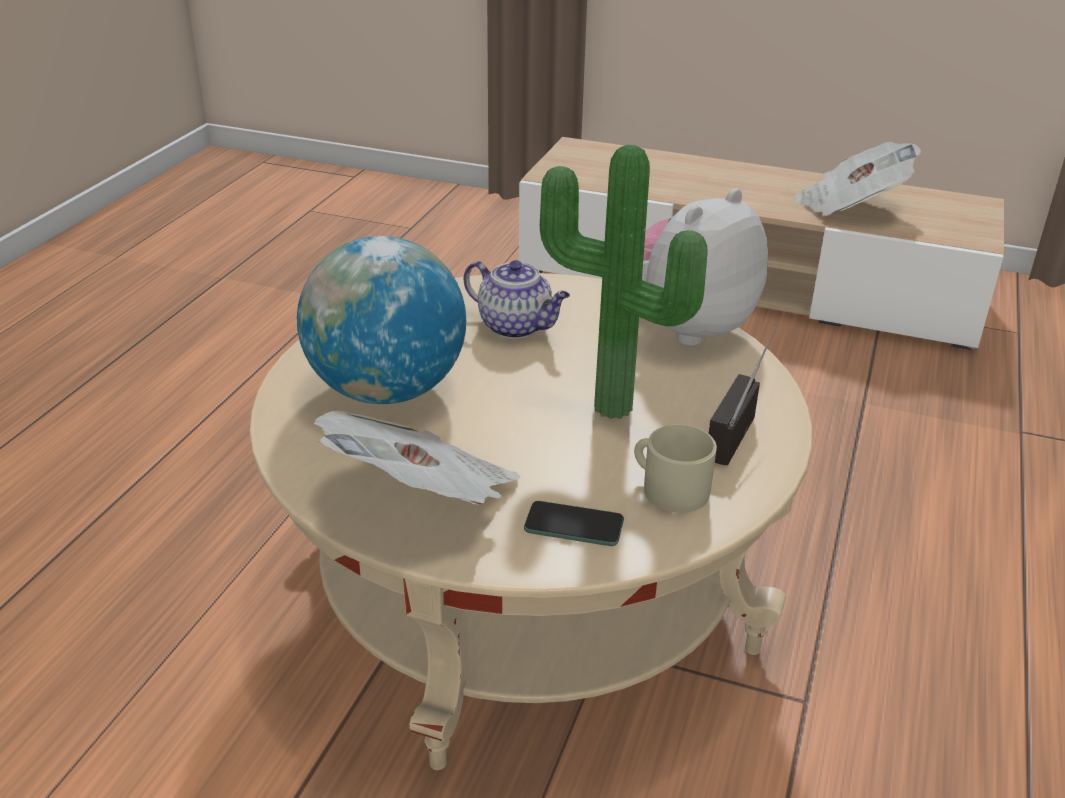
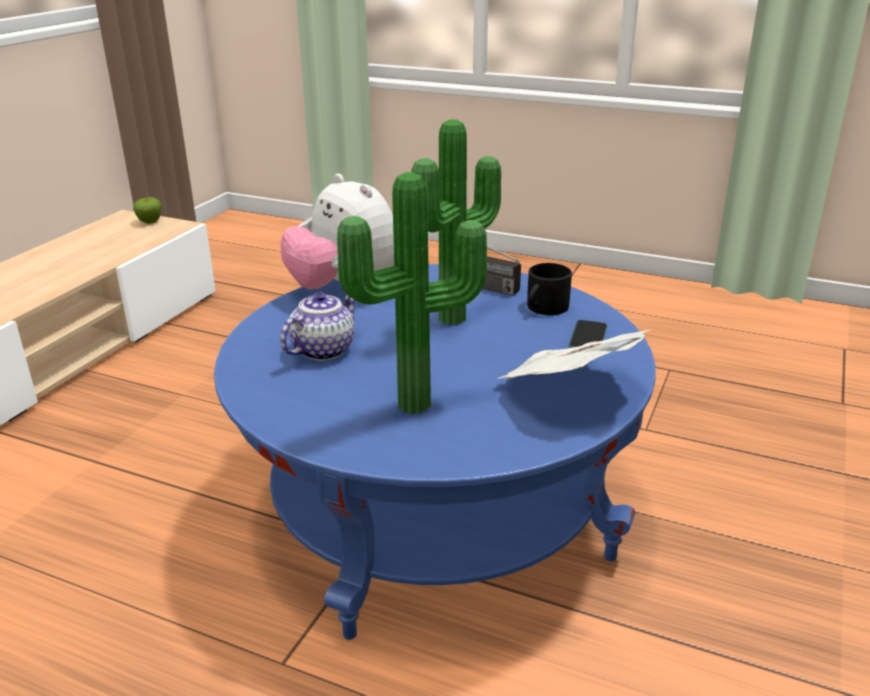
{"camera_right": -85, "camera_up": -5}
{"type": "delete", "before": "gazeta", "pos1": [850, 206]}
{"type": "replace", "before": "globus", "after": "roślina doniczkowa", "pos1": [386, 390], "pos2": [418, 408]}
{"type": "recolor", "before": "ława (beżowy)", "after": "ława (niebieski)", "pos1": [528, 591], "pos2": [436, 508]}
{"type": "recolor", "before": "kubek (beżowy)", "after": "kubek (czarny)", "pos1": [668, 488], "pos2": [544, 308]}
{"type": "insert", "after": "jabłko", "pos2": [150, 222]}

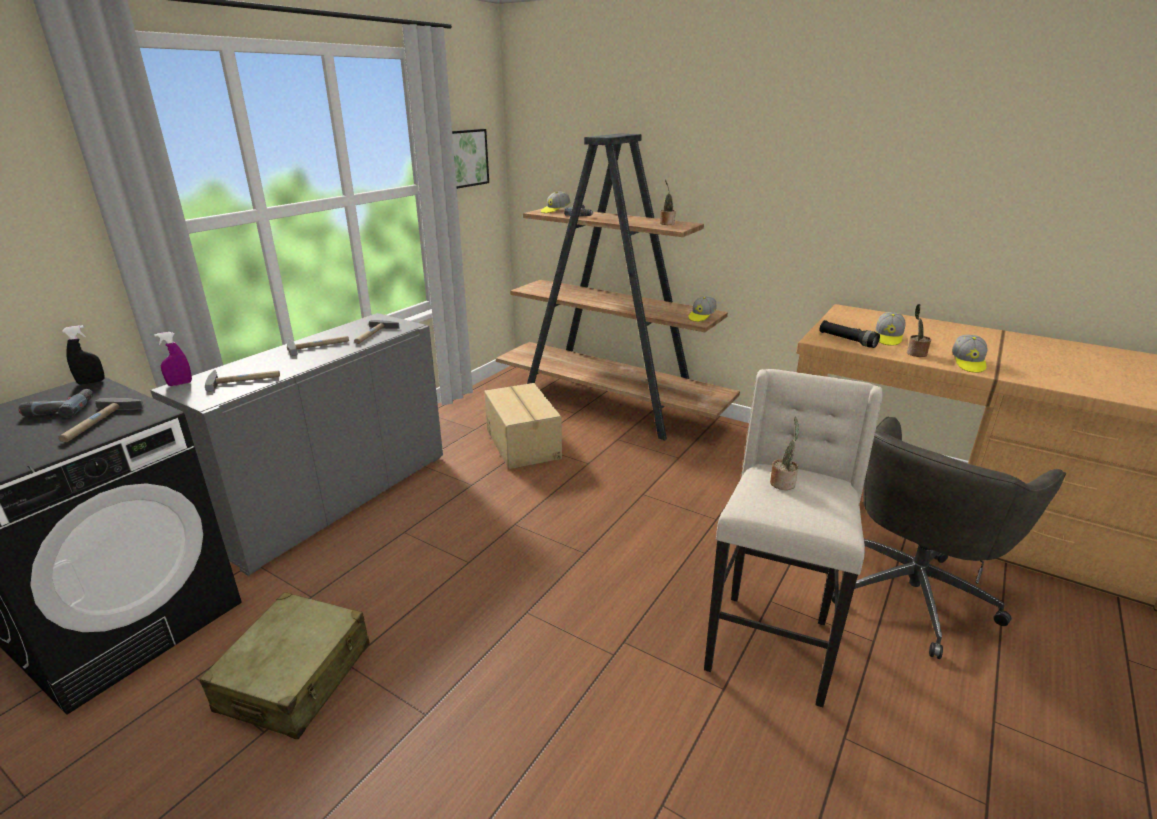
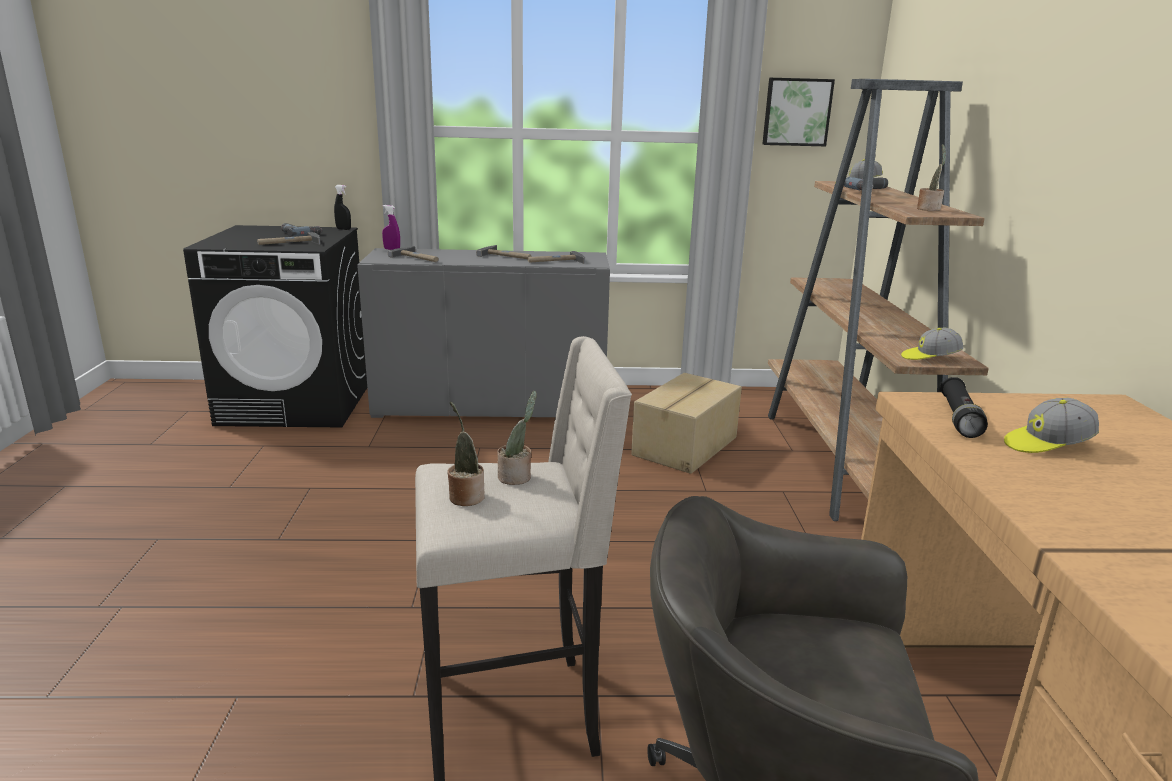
{"camera_right": 55, "camera_up": -5}
{"type": "move", "before": "roślina doniczkowa", "pos1": [915, 353], "pos2": [465, 496]}
{"type": "delete", "before": "czapka z daszkiem", "pos1": [967, 363]}
{"type": "delete", "before": "walizka (beżowy)", "pos1": [296, 677]}

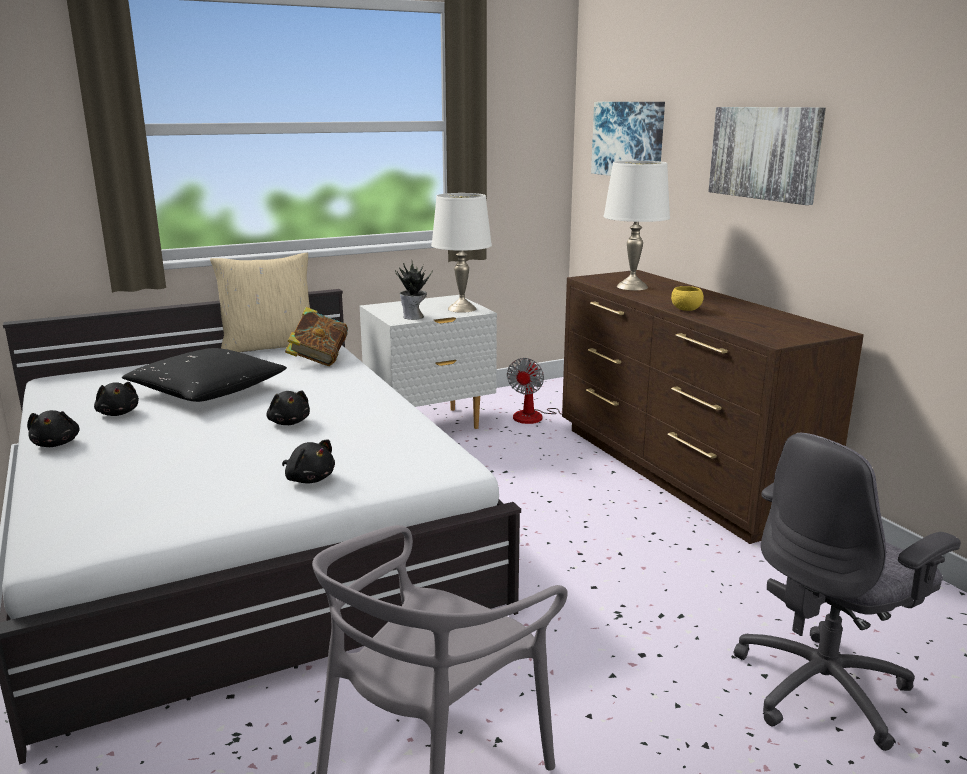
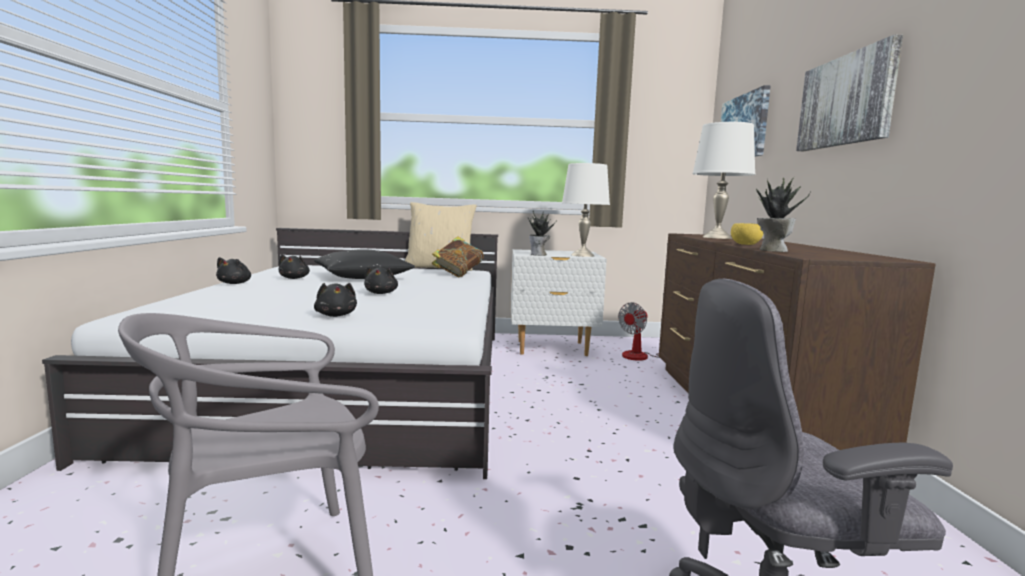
{"camera_right": 25, "camera_up": -10}
{"type": "insert", "after": "roślina doniczkowa", "pos2": [772, 250]}

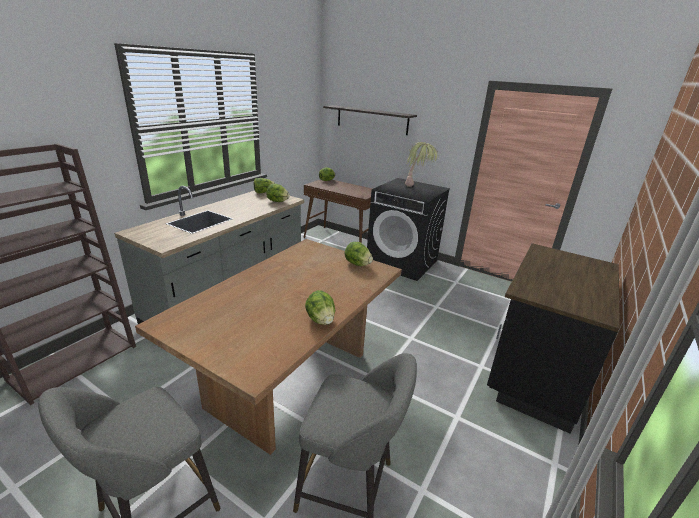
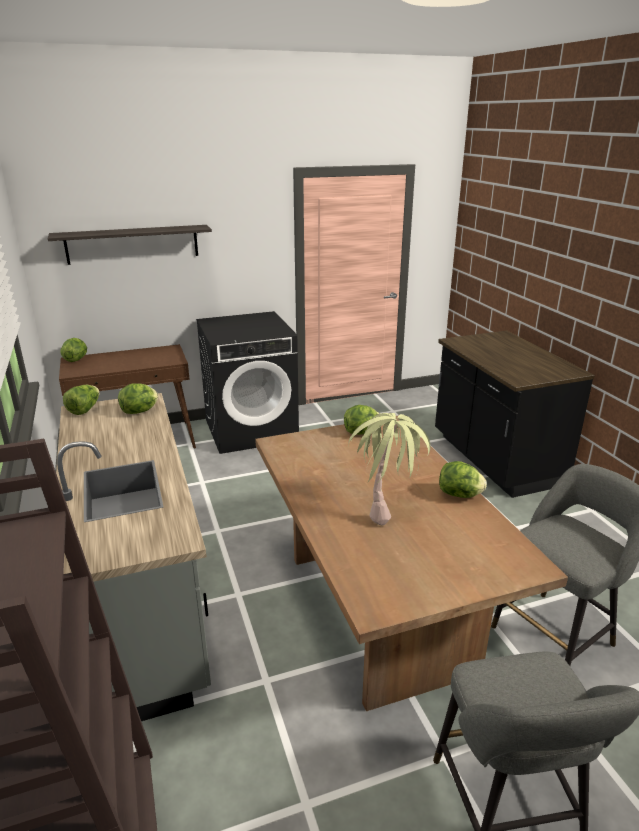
{"camera_right": -50, "camera_up": 0}
{"type": "move", "before": "roślina doniczkowa", "pos1": [418, 185], "pos2": [387, 508]}

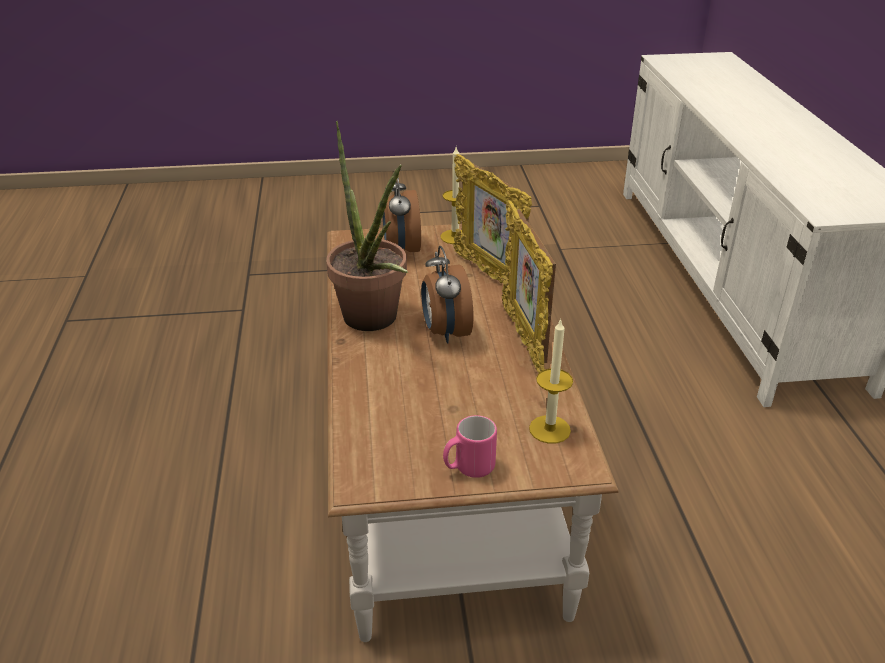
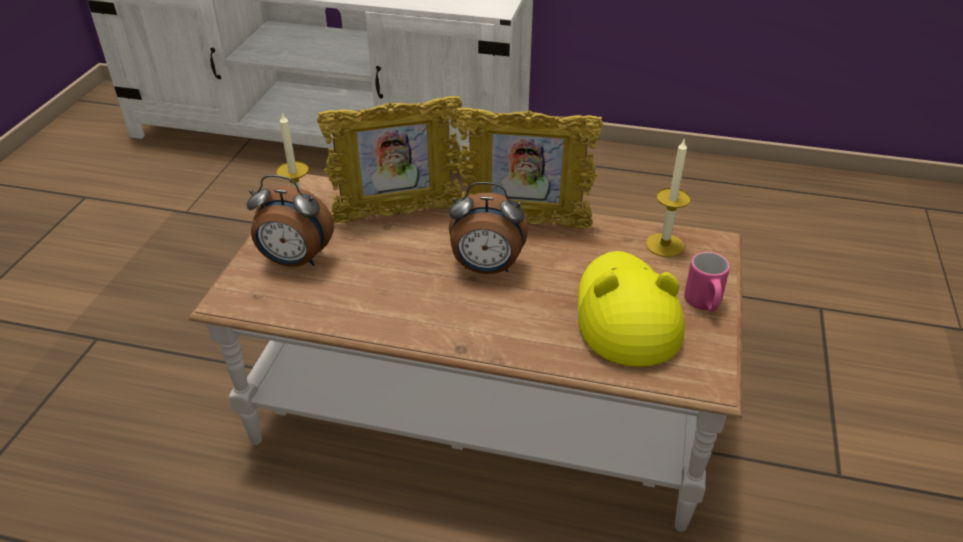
{"camera_right": -70, "camera_up": 5}
{"type": "delete", "before": "roślina doniczkowa", "pos1": [374, 323]}
{"type": "insert", "after": "kapelusz (żółty)", "pos2": [625, 314]}

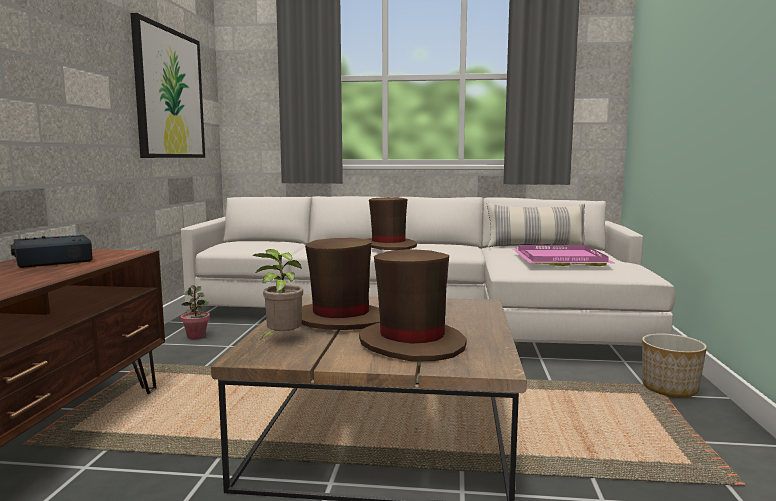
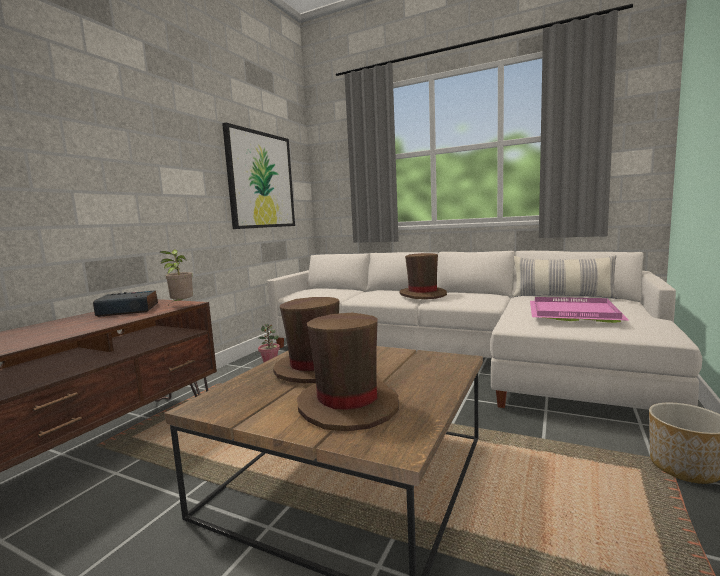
{"camera_right": 20, "camera_up": 0}
{"type": "move", "before": "roślina doniczkowa", "pos1": [281, 340], "pos2": [181, 306]}

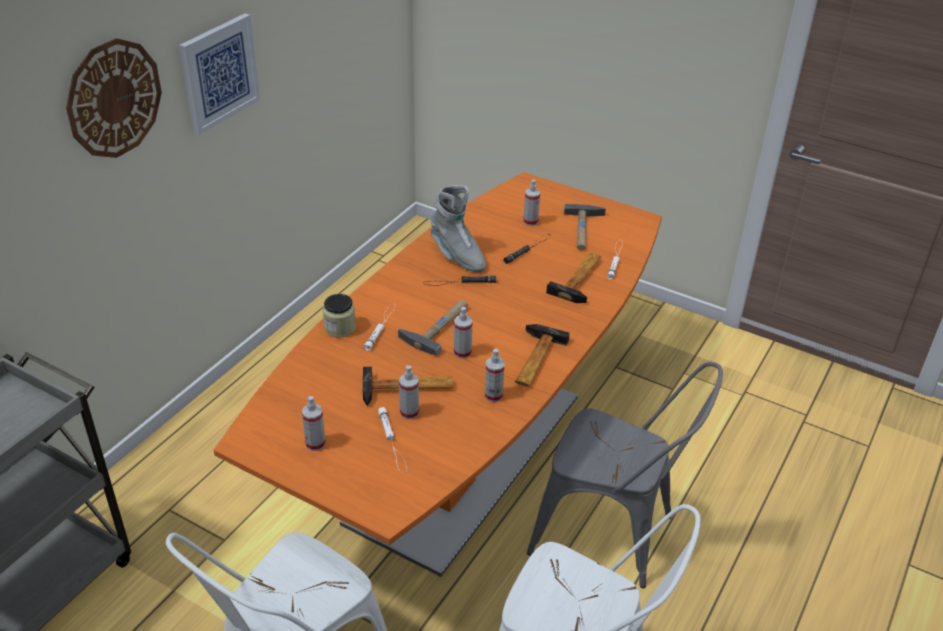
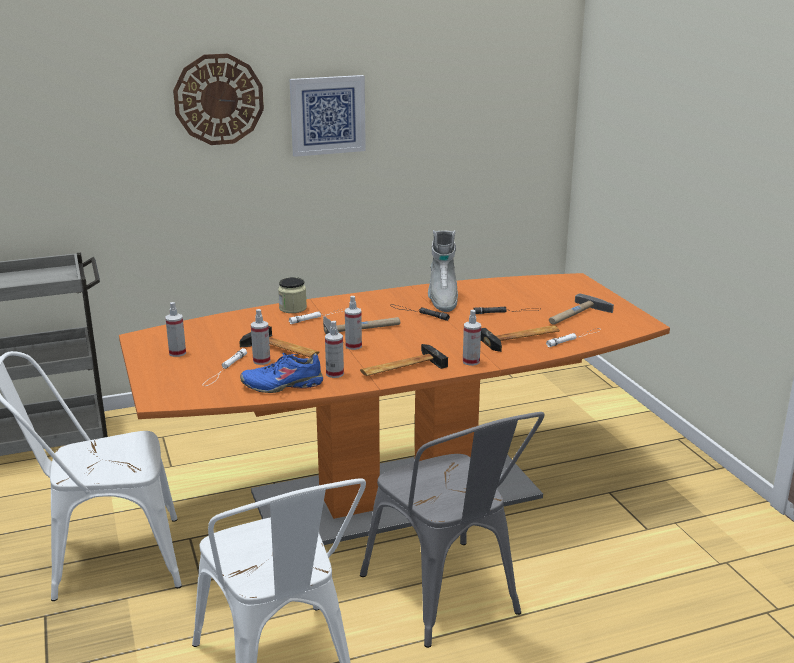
{"camera_right": 40, "camera_up": -15}
{"type": "move", "before": "spryskiwacz", "pos1": [530, 221], "pos2": [471, 361]}
{"type": "insert", "after": "but (niebieski)", "pos2": [282, 385]}

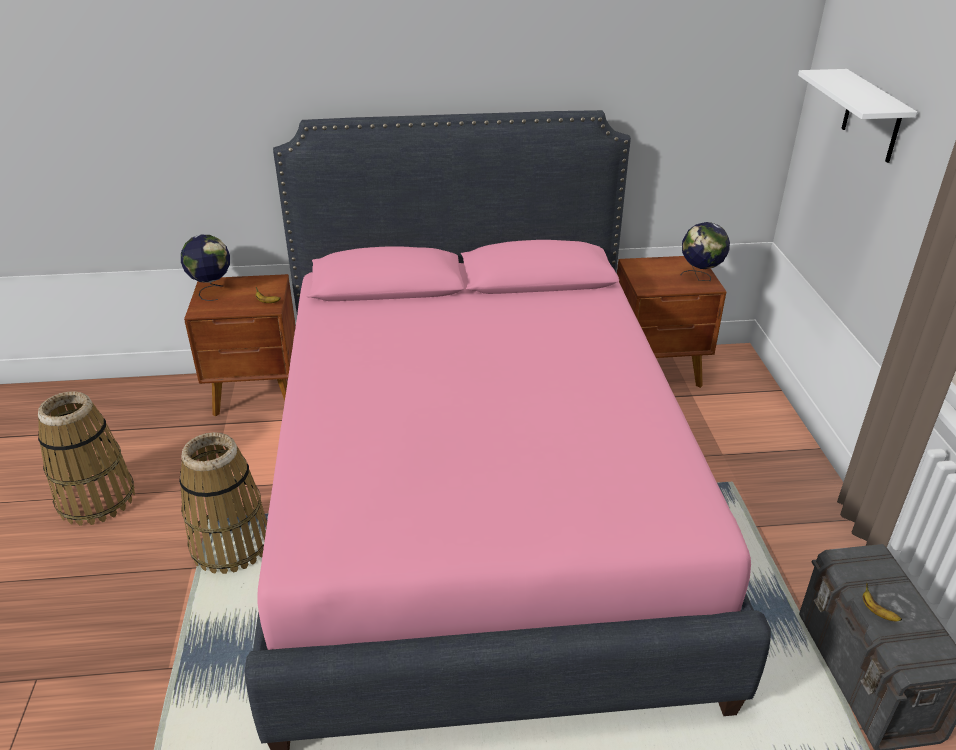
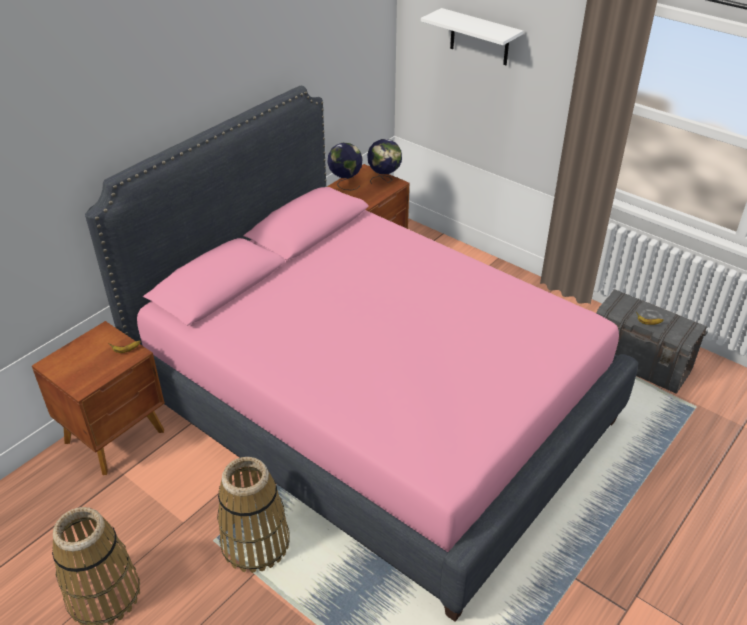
{"camera_right": -45, "camera_up": 5}
{"type": "move", "before": "globus", "pos1": [212, 291], "pos2": [345, 184]}

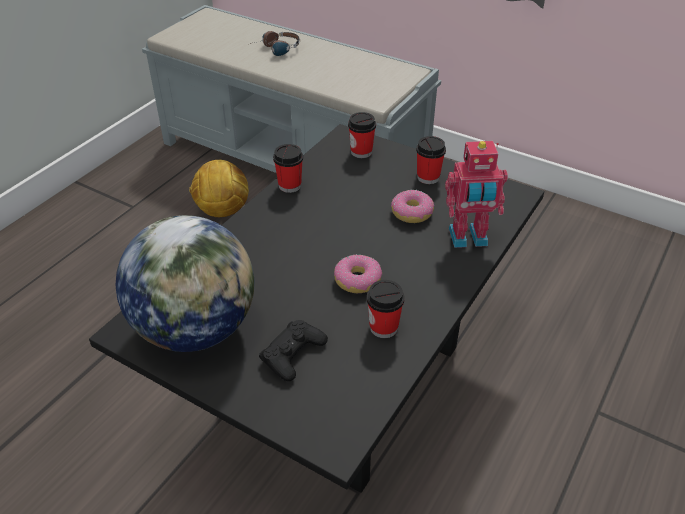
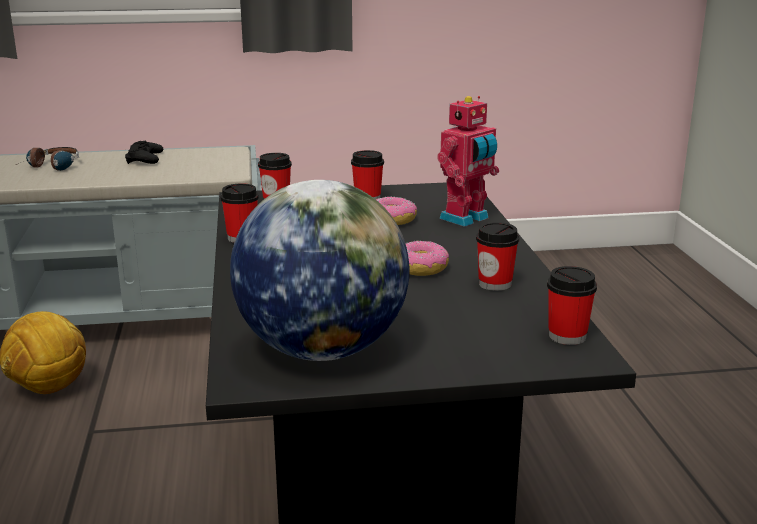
{"camera_right": -40, "camera_up": -20}
{"type": "move", "before": "pad do gier (czarny)", "pos1": [293, 354], "pos2": [145, 158]}
{"type": "insert", "after": "filiżanka", "pos2": [567, 336]}

